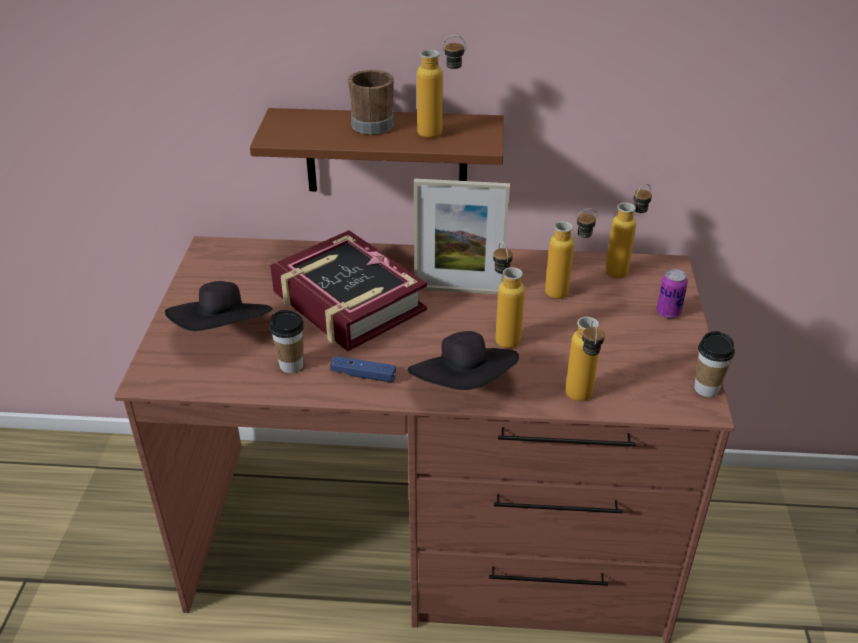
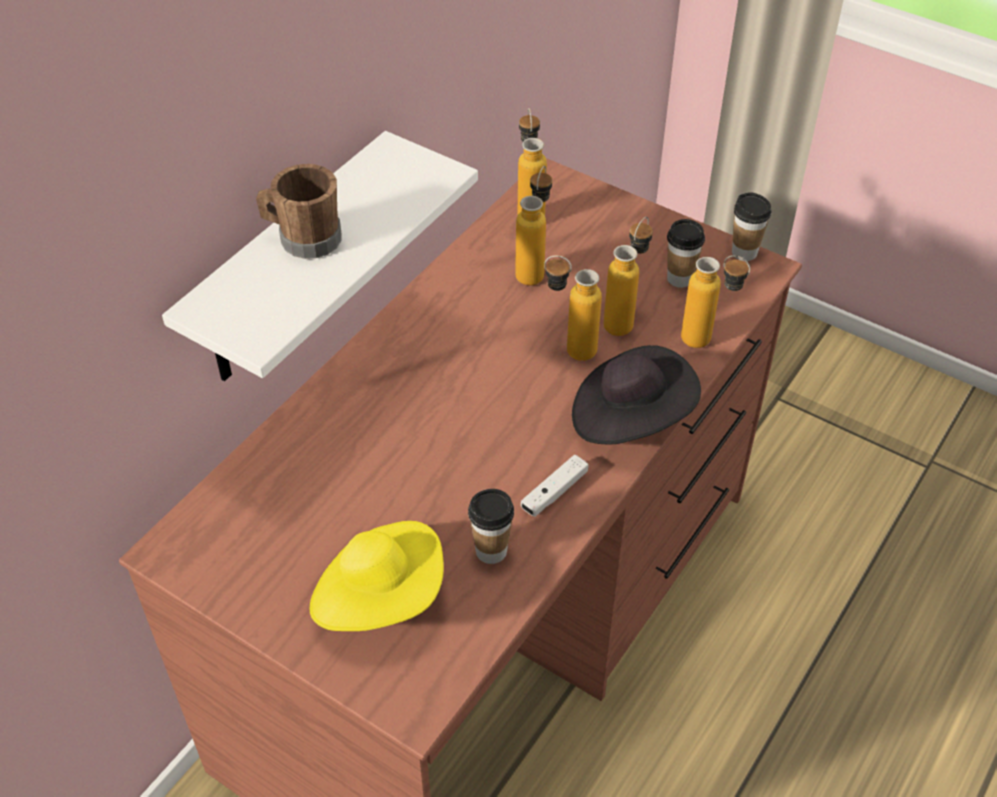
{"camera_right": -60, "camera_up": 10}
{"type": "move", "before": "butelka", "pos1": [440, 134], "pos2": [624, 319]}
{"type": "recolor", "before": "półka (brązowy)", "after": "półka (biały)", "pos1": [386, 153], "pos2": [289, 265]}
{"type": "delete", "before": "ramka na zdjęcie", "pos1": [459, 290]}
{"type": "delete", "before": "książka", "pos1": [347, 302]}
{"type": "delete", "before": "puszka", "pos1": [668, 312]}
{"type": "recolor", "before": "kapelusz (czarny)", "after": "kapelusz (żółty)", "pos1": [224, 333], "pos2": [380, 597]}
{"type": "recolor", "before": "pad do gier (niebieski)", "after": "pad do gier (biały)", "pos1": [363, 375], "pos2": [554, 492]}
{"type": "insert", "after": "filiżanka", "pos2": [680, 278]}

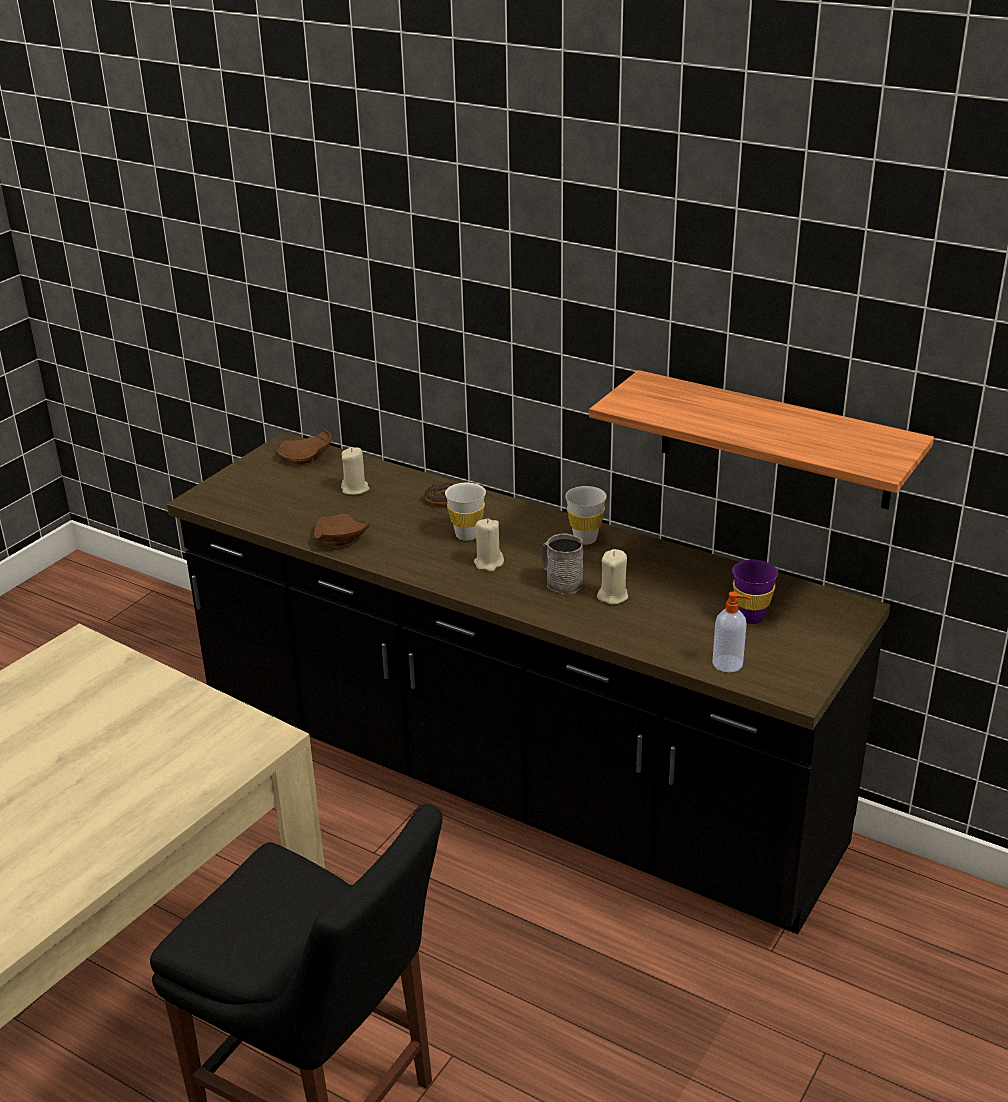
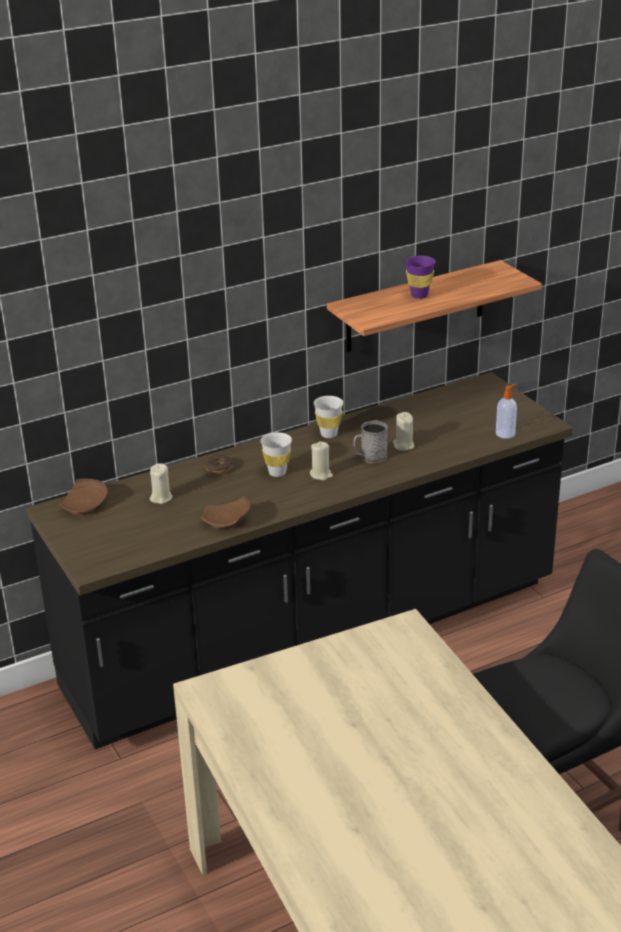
{"camera_right": -60, "camera_up": 0}
{"type": "move", "before": "filiżanka (fioletowy)", "pos1": [751, 617], "pos2": [419, 295]}

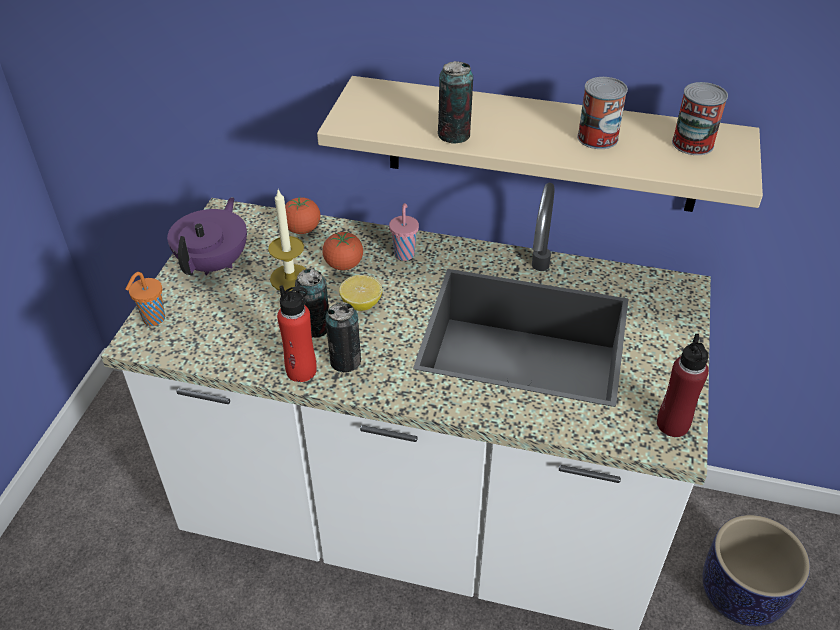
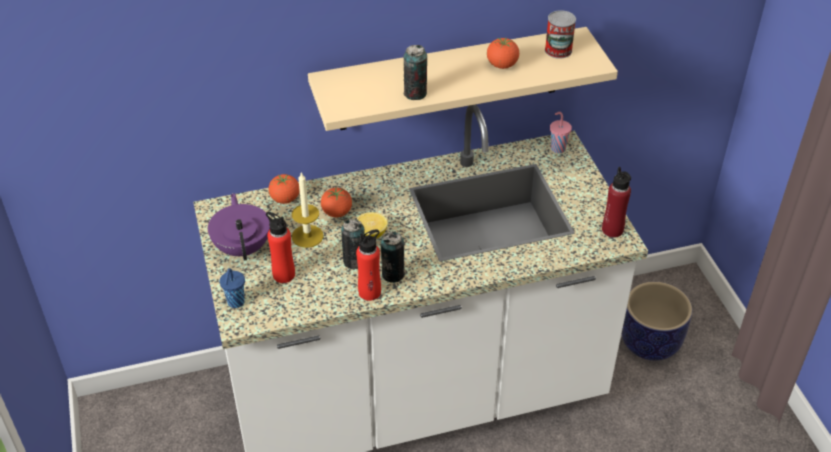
{"camera_right": -30, "camera_up": 0}
{"type": "replace", "before": "puszka", "after": "pomidor", "pos1": [597, 138], "pos2": [502, 65]}
{"type": "move", "before": "filiżanka (różowy)", "pos1": [404, 253], "pos2": [557, 148]}
{"type": "recolor", "before": "filiżanka (pomarańczowy)", "after": "filiżanka (niebieski)", "pos1": [152, 319], "pos2": [235, 303]}
{"type": "insert", "after": "butelka (czerwony)", "pos2": [283, 275]}

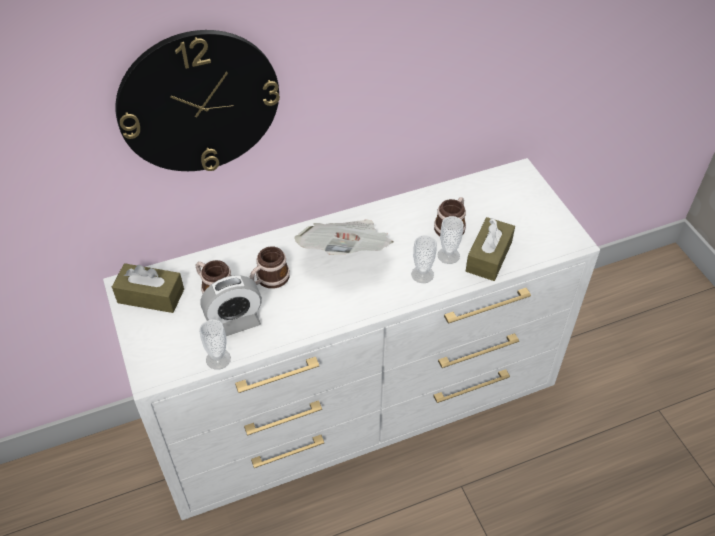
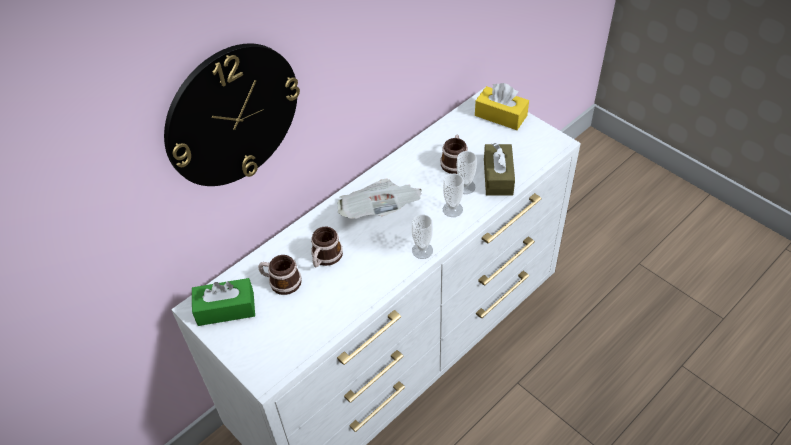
{"camera_right": -20, "camera_up": 0}
{"type": "recolor", "before": "pudełko chusteczek (brązowy)", "after": "pudełko chusteczek (zielony)", "pos1": [151, 296], "pos2": [226, 309]}
{"type": "delete", "before": "budzik", "pos1": [235, 322]}
{"type": "move", "before": "filiżanka", "pos1": [218, 359], "pos2": [422, 250]}
{"type": "insert", "after": "pudełko chusteczek (żółty)", "pos2": [500, 115]}

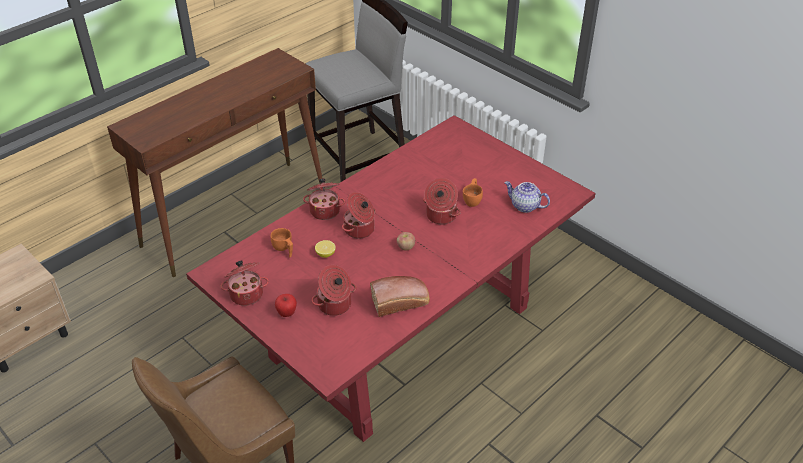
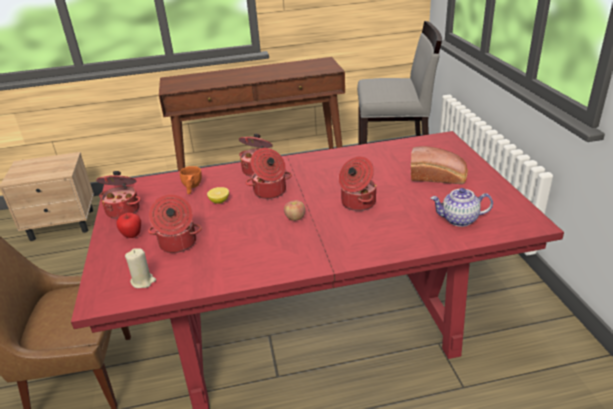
{"camera_right": 35, "camera_up": -10}
{"type": "delete", "before": "filiżanka (pomarańczowy)", "pos1": [473, 199]}
{"type": "rotate", "before": "imbryk", "pos1": [524, 206], "pos2": [459, 220], "turn": -60}
{"type": "move", "before": "chleb", "pos1": [401, 302], "pos2": [439, 177]}
{"type": "insert", "after": "świeca (beżowy)", "pos2": [143, 281]}

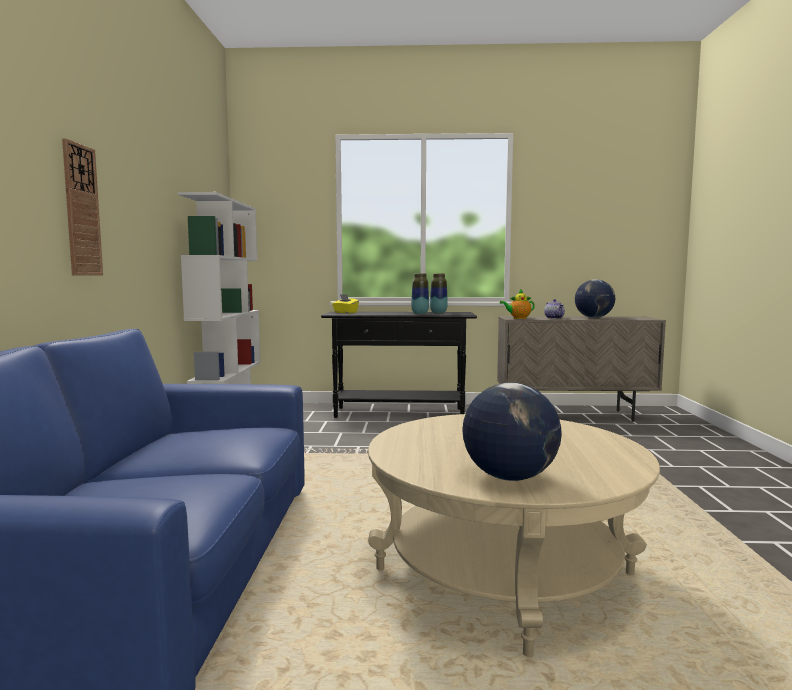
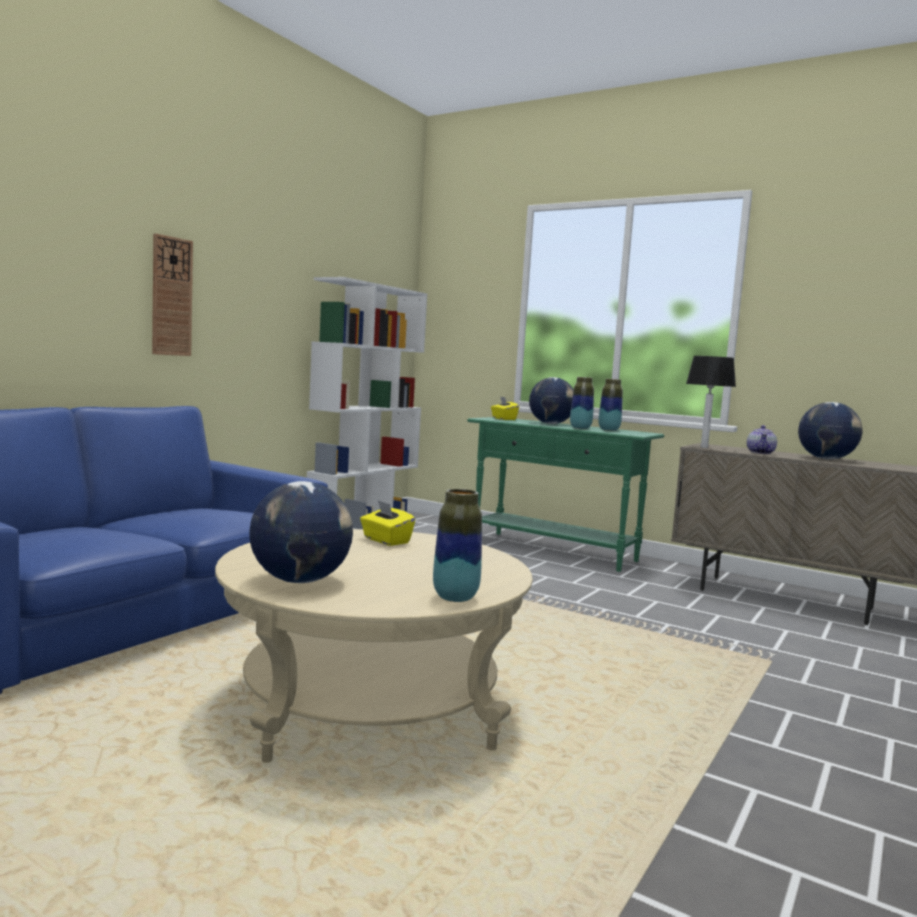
{"camera_right": 30, "camera_up": 0}
{"type": "replace", "before": "imbryk", "after": "lampa stołowa", "pos1": [518, 318], "pos2": [704, 447]}
{"type": "recolor", "before": "stolik konsolowy (czarny)", "after": "stolik konsolowy (zielony)", "pos1": [399, 413], "pos2": [553, 551]}
{"type": "insert", "after": "globus", "pos2": [551, 424]}
{"type": "insert", "after": "wazon", "pos2": [455, 597]}
{"type": "insert", "after": "pudełko chusteczek (żółty)", "pos2": [386, 540]}

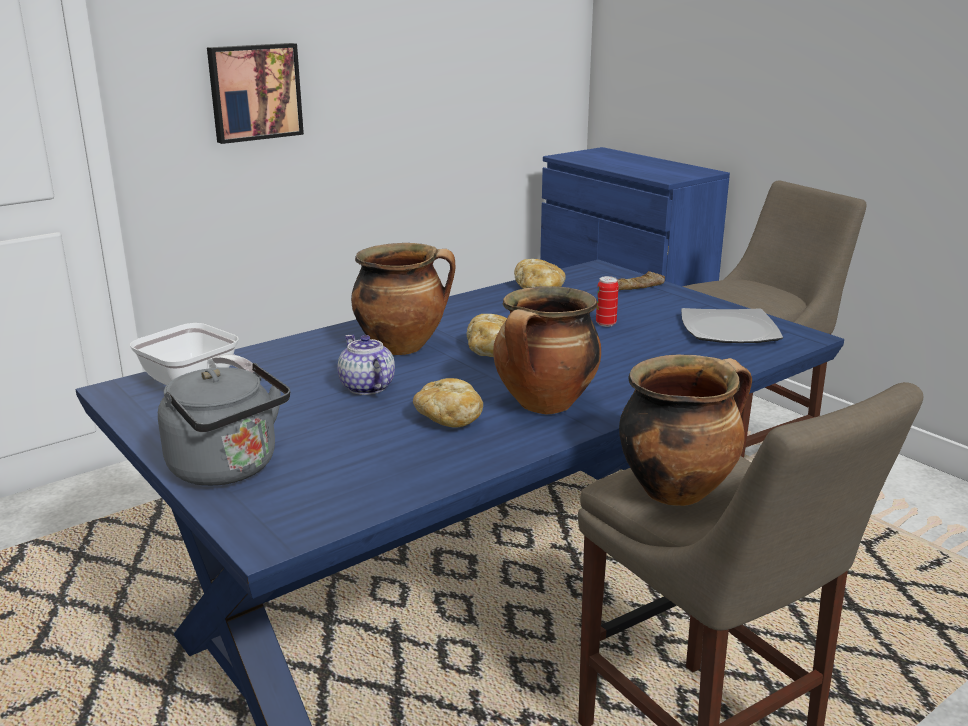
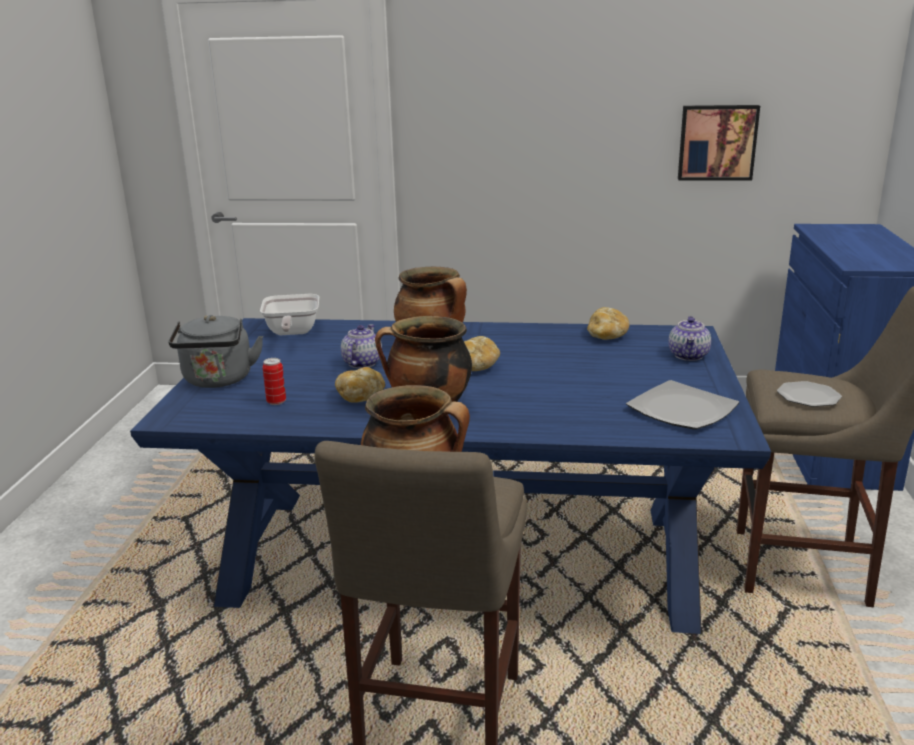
{"camera_right": 45, "camera_up": 0}
{"type": "move", "before": "obraz", "pos1": [254, 92], "pos2": [717, 142]}
{"type": "replace", "before": "chleb", "after": "imbryk", "pos1": [637, 287], "pos2": [689, 356]}
{"type": "move", "before": "puszka", "pos1": [606, 324], "pos2": [276, 402]}
{"type": "insert", "after": "talerz", "pos2": [809, 396]}

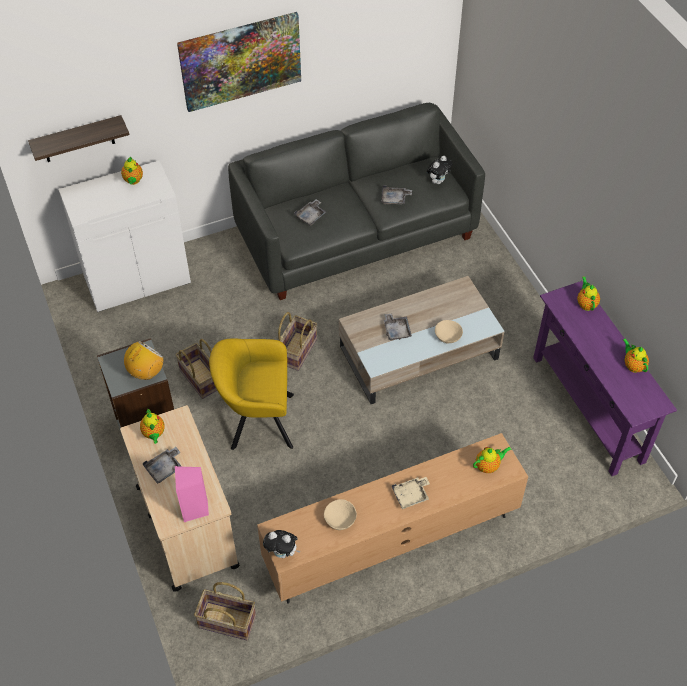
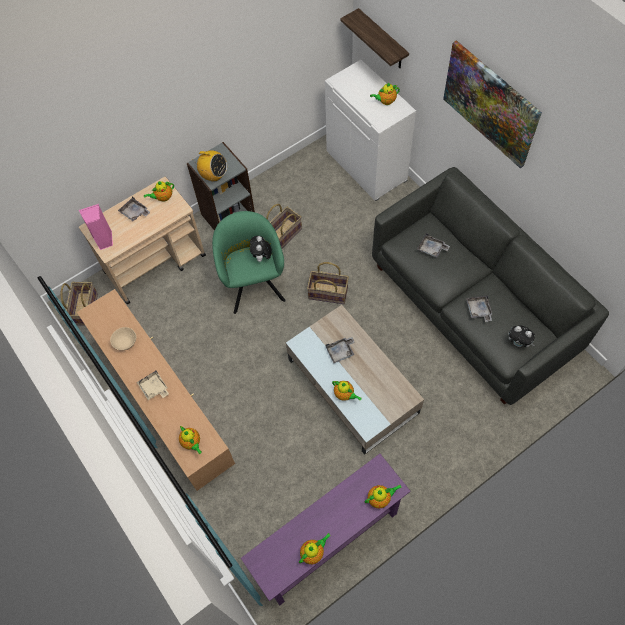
{"camera_right": 80, "camera_up": 10}
{"type": "replace", "before": "miska (beżowy)", "after": "imbryk", "pos1": [447, 337], "pos2": [345, 394]}
{"type": "recolor", "before": "fotel (żółty)", "after": "fotel (zielony)", "pos1": [257, 420], "pos2": [253, 283]}
{"type": "move", "before": "pluszak", "pos1": [282, 553], "pos2": [262, 257]}

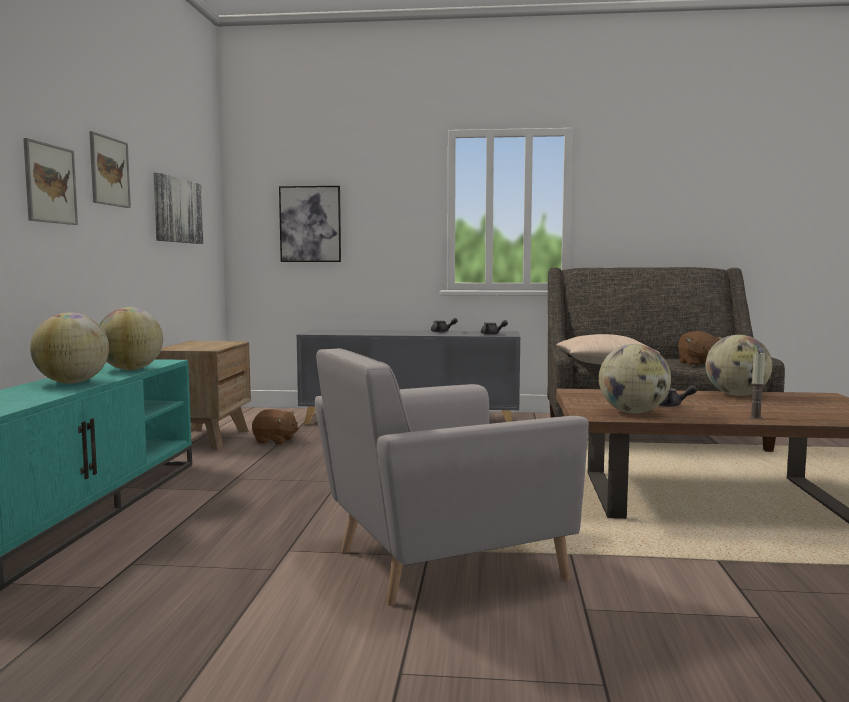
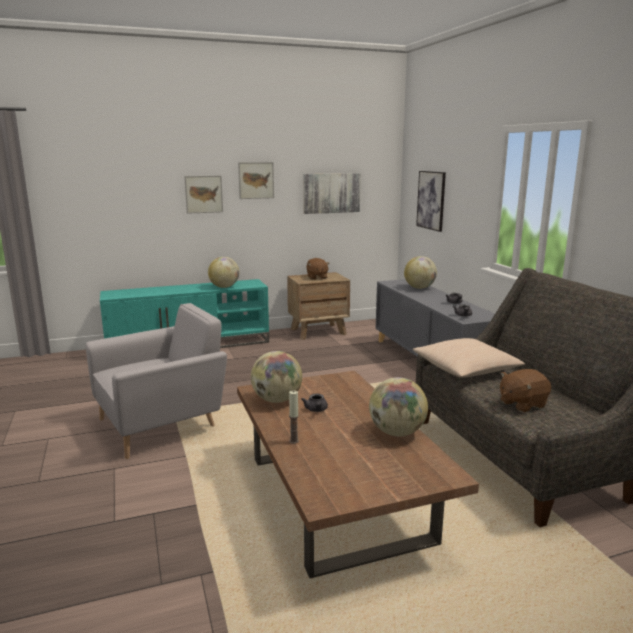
{"camera_right": 65, "camera_up": 10}
{"type": "move", "before": "globus", "pos1": [72, 383], "pos2": [419, 288]}
{"type": "rotate", "before": "fotel (szary)", "pos1": [438, 561], "pos2": [162, 424], "turn": 105}
{"type": "move", "before": "pluszak (brązowy)", "pos1": [275, 441], "pos2": [317, 277]}

